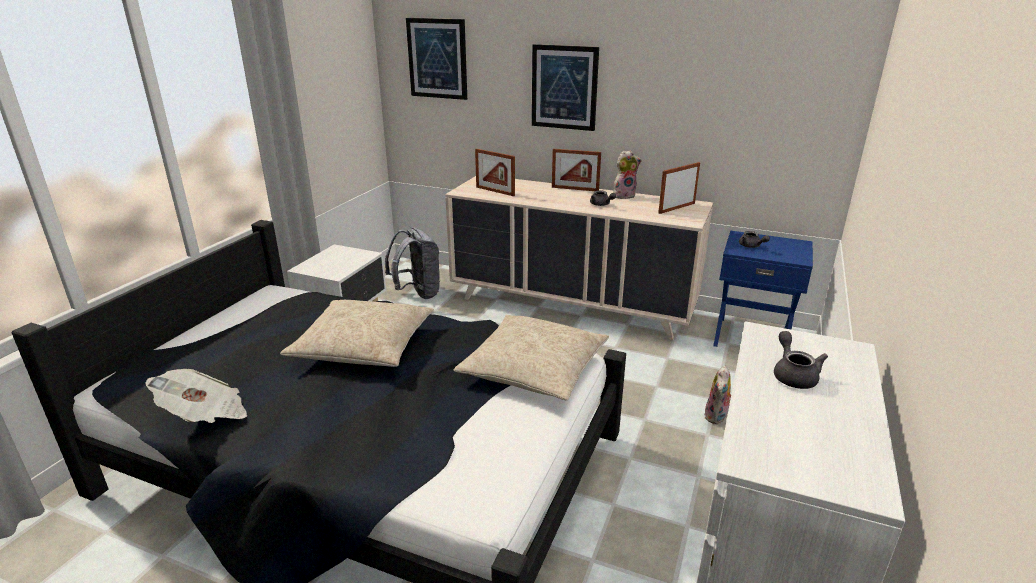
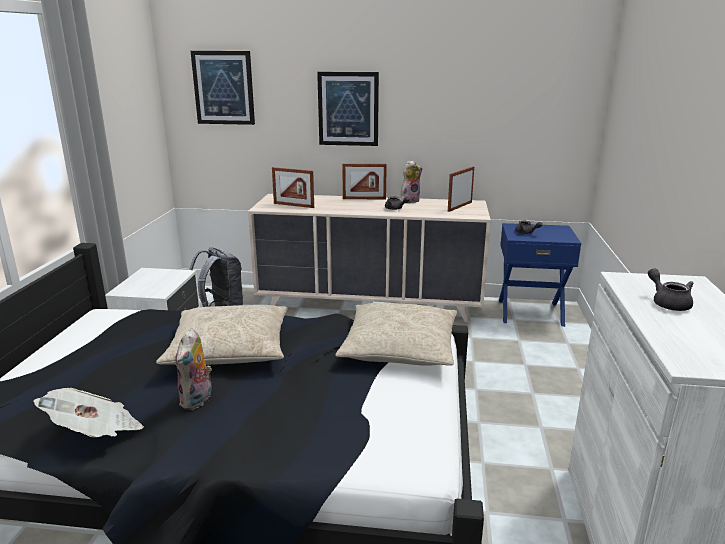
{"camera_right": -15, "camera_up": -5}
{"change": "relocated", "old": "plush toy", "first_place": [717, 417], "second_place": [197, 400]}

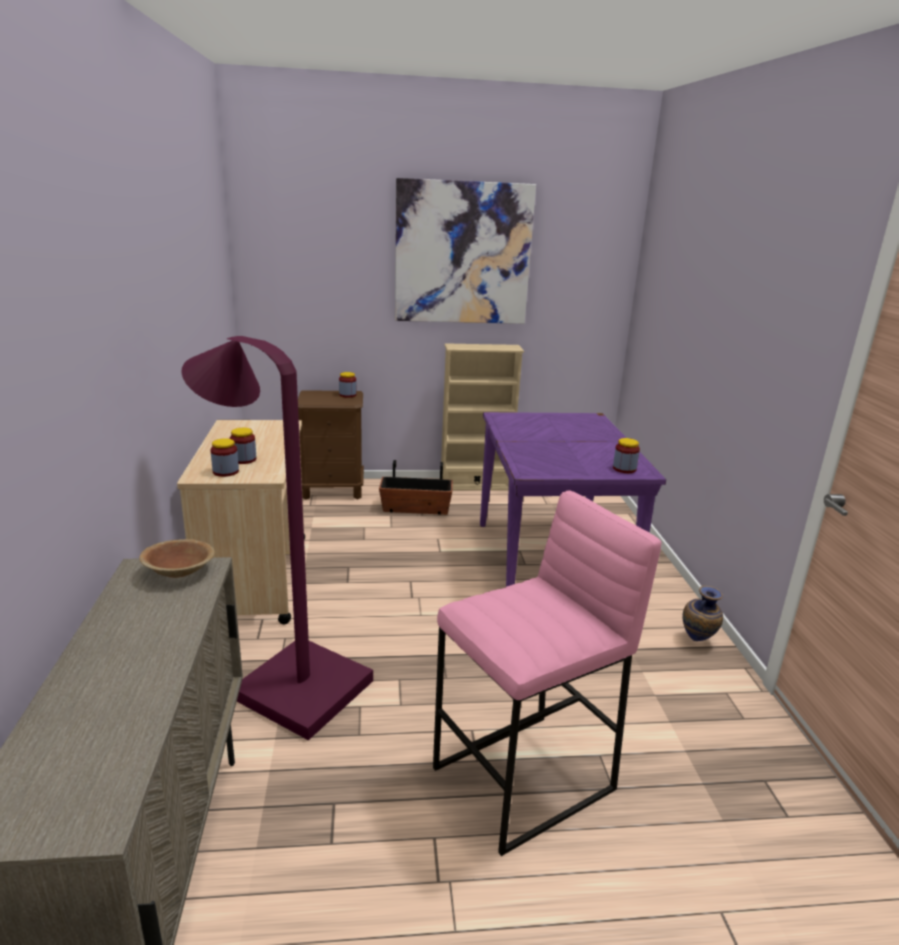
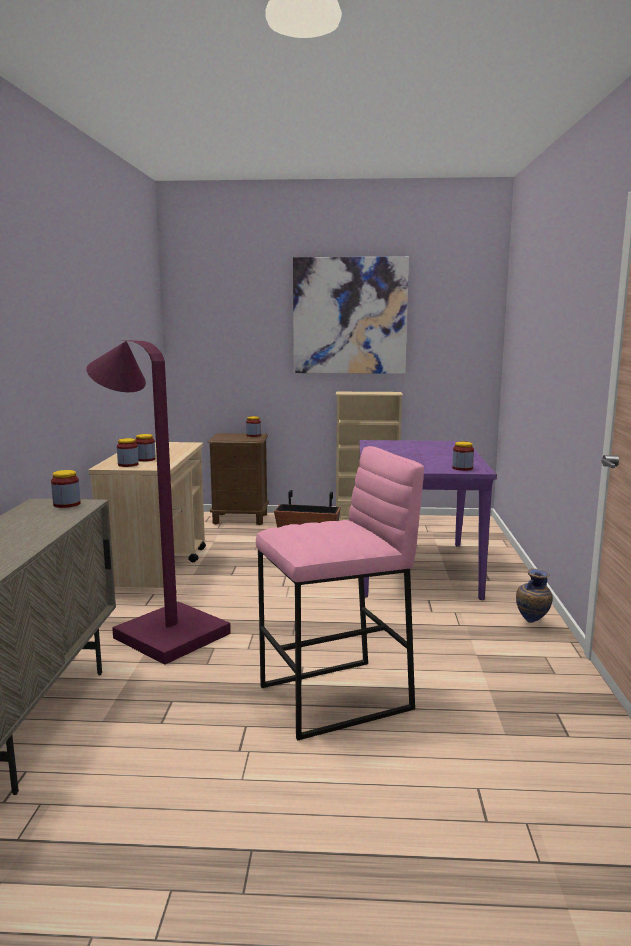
{"camera_right": 10, "camera_up": -10}
{"change": "exchanged", "old": "brown bowl", "new": "jar", "first_place": [180, 572], "second_place": [66, 504]}

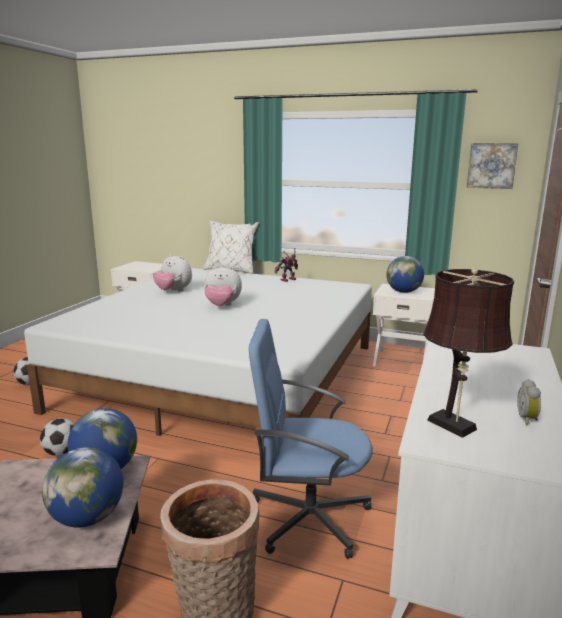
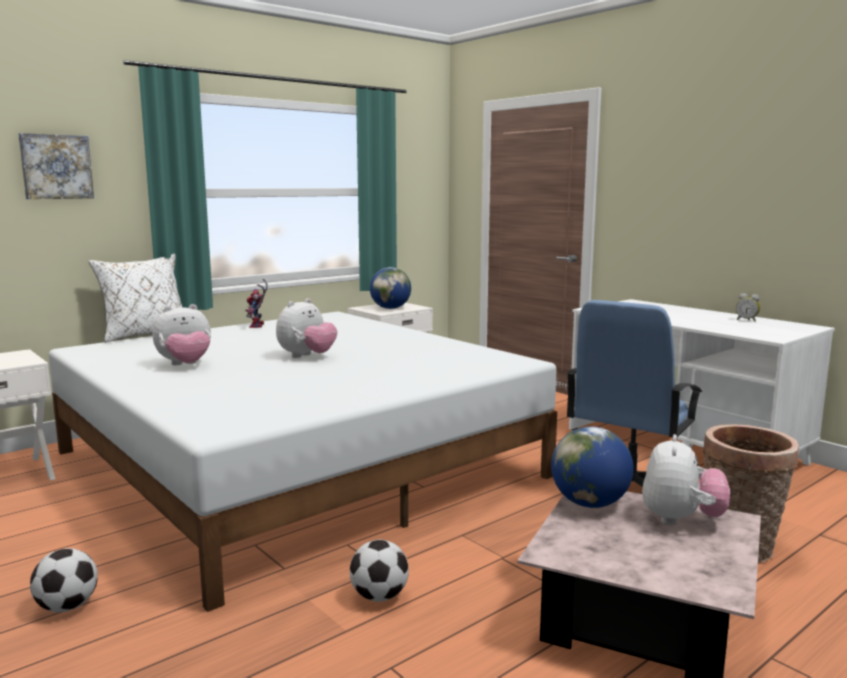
{"camera_right": -60, "camera_up": -5}
{"change": "relocated", "old": "picture", "first_place": [491, 165], "second_place": [56, 167]}
{"change": "missing", "old": "brown table lamp", "first_place": [455, 427]}
{"change": "exchanged", "old": "globe", "new": "plush toy", "first_place": [87, 517], "second_place": [681, 520]}

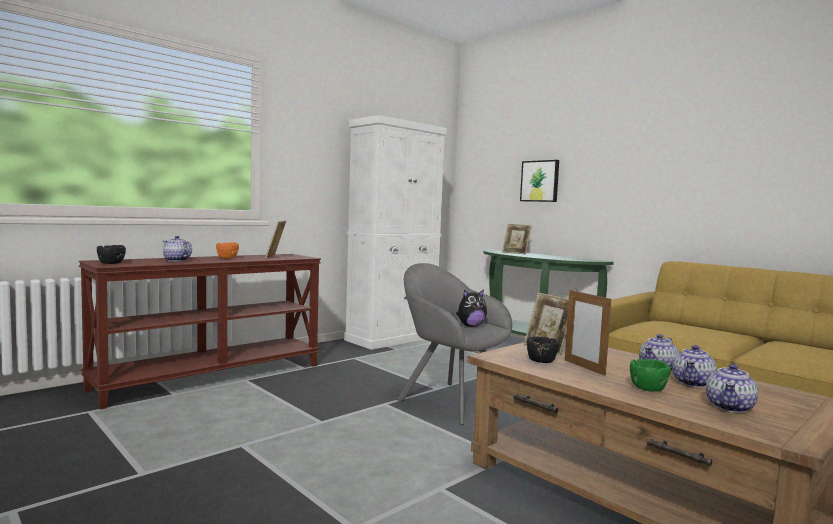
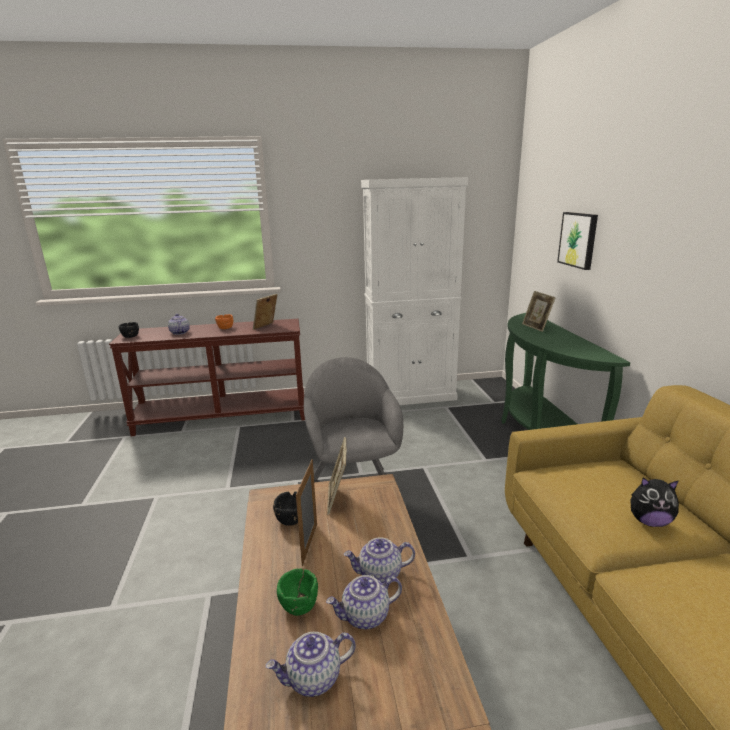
{"camera_right": 35, "camera_up": 15}
{"change": "relocated", "old": "plush toy", "first_place": [470, 326], "second_place": [649, 521]}

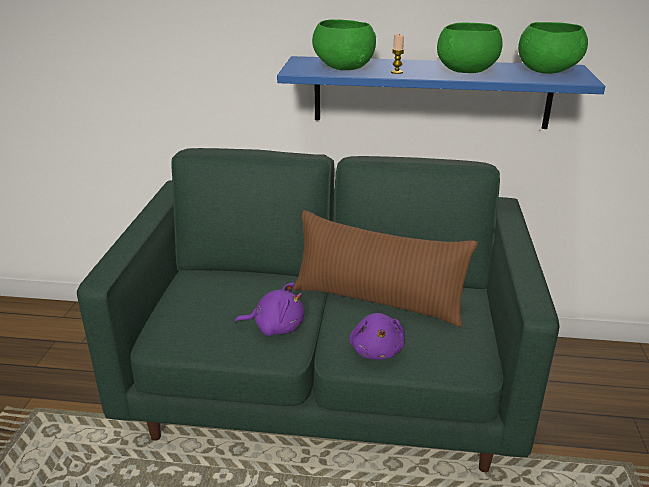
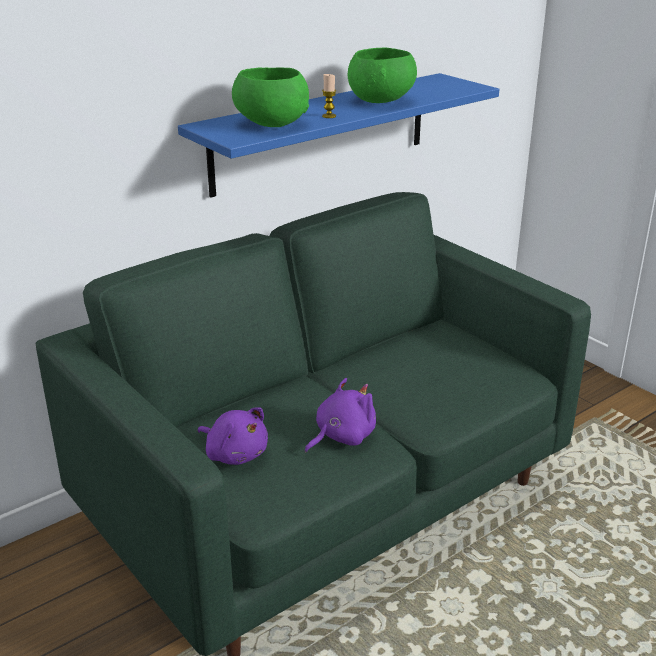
{"camera_right": -45, "camera_up": 0}
{"change": "missing", "old": "green bowl", "first_place": [548, 71]}
{"change": "missing", "old": "brown pillow", "first_place": [377, 301]}
{"change": "relocated", "old": "purple plush toy", "first_place": [376, 350], "second_place": [235, 453]}

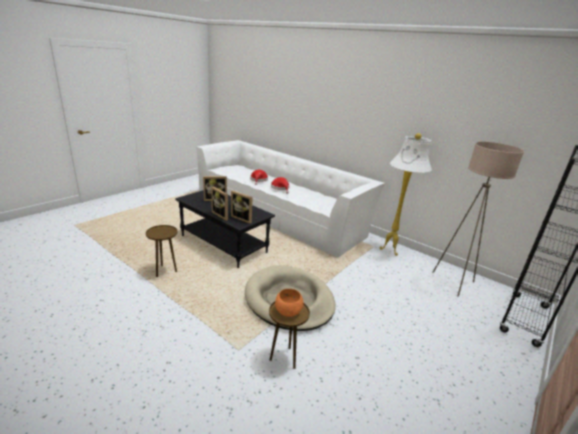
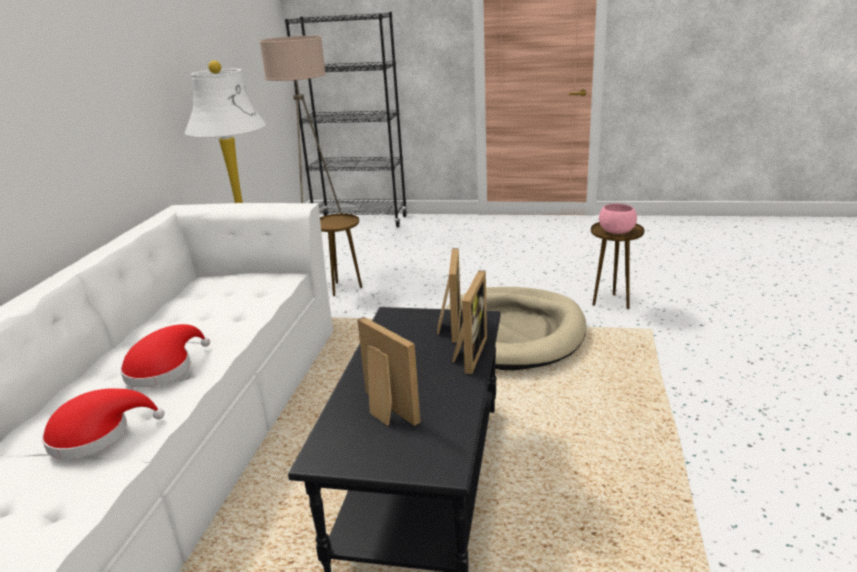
{"camera_right": -115, "camera_up": 0}
{"change": "relocated", "old": "brown side table", "first_place": [165, 271], "second_place": [344, 288]}
{"change": "colour", "old": "orange bowl", "new": "pink bowl", "first_place": [287, 311], "second_place": [617, 232]}

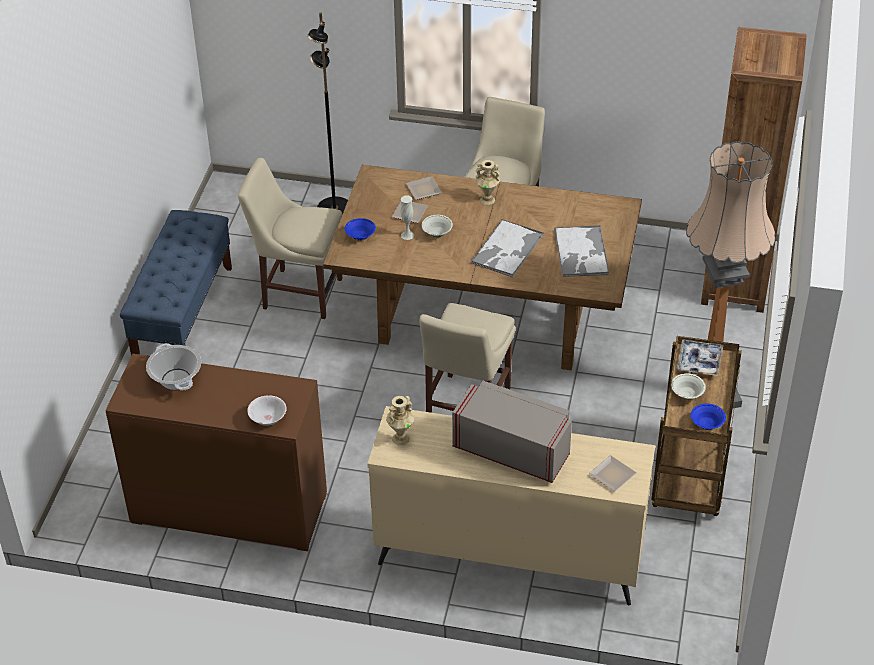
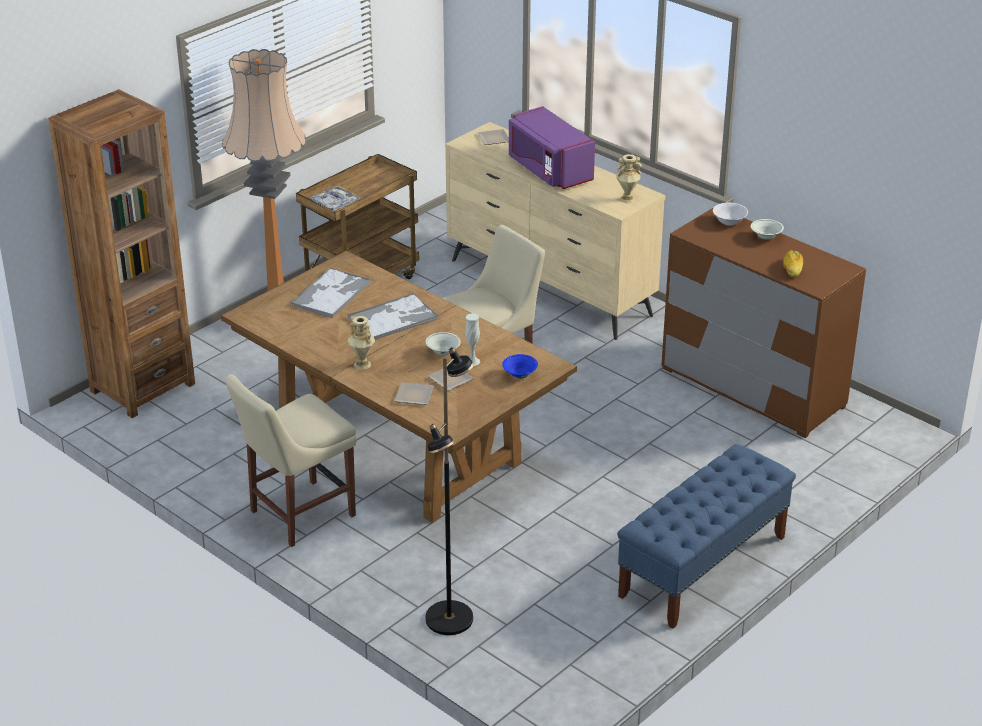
{"camera_right": -150, "camera_up": -10}
{"change": "missing", "old": "beige chair", "first_place": [298, 292]}
{"change": "exchanged", "old": "cooking pot", "new": "bread", "first_place": [176, 379], "second_place": [792, 269]}
{"change": "relocated", "old": "white bowl", "first_place": [687, 394], "second_place": [766, 238]}
{"change": "colour", "old": "grey microwave", "new": "purple microwave", "first_place": [513, 449], "second_place": [549, 170]}
{"change": "missing", "old": "blue bowl", "first_place": [707, 425]}

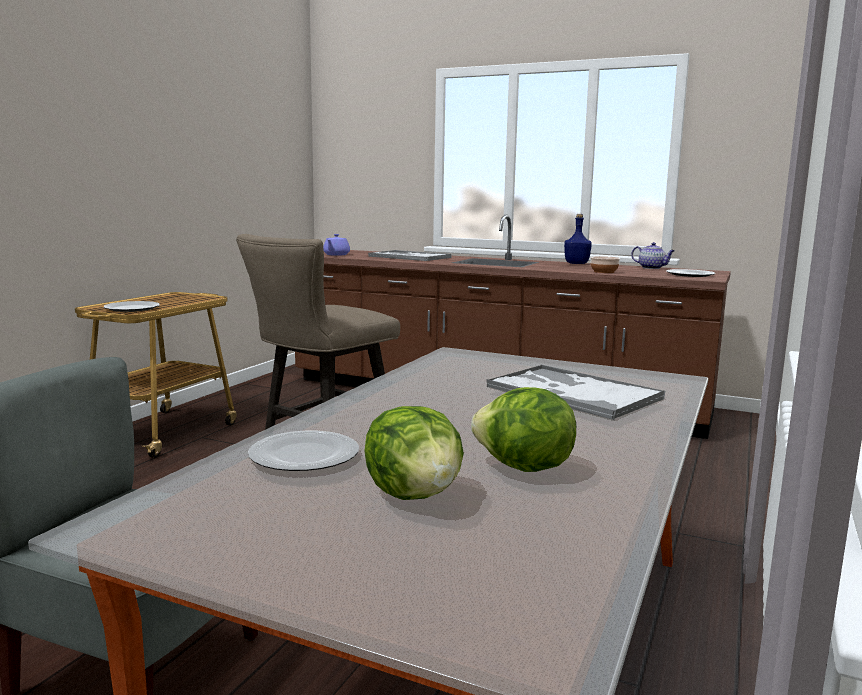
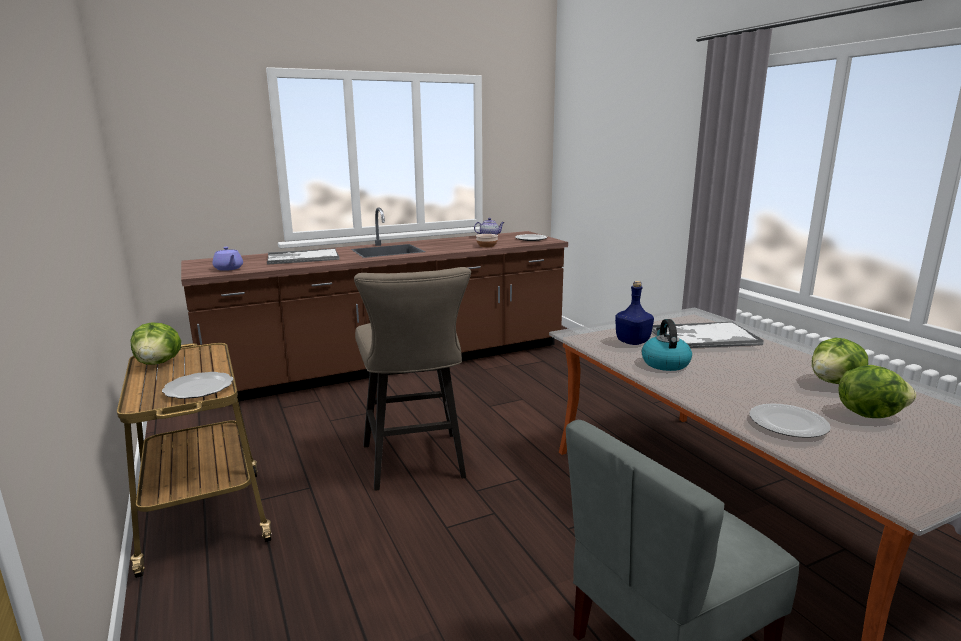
{"camera_right": -50, "camera_up": 5}
{"change": "relocated", "old": "blue bottle", "first_place": [576, 263], "second_place": [632, 342]}
{"change": "appeared", "new": "kettle", "second_place": [664, 363]}
{"change": "appeared", "new": "lettuce", "second_place": [159, 363]}

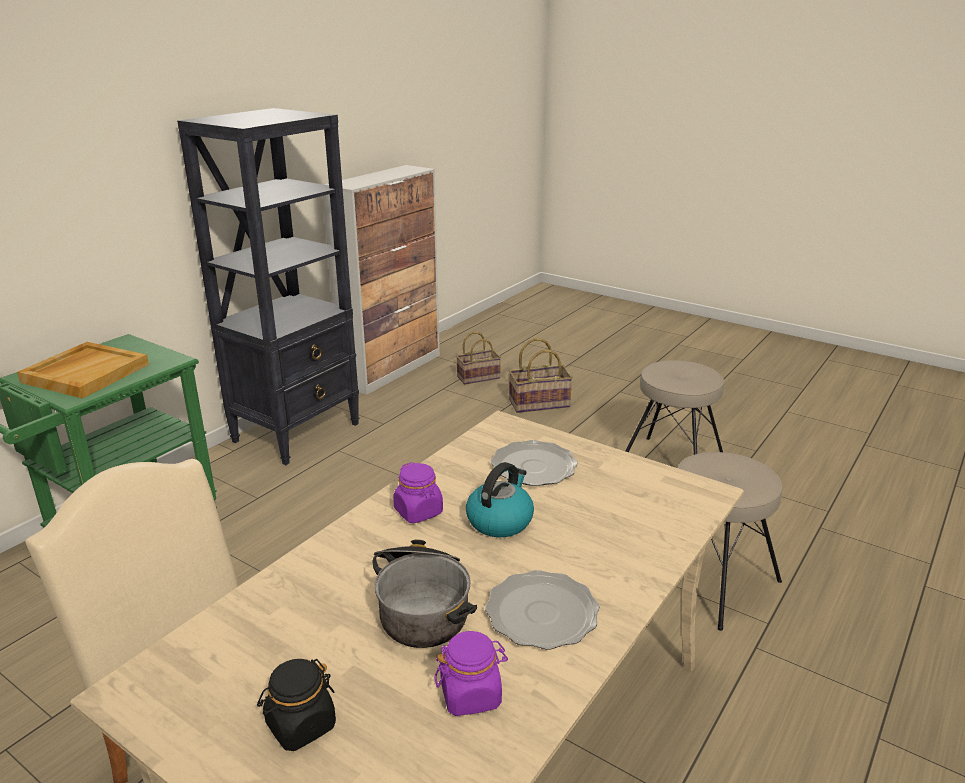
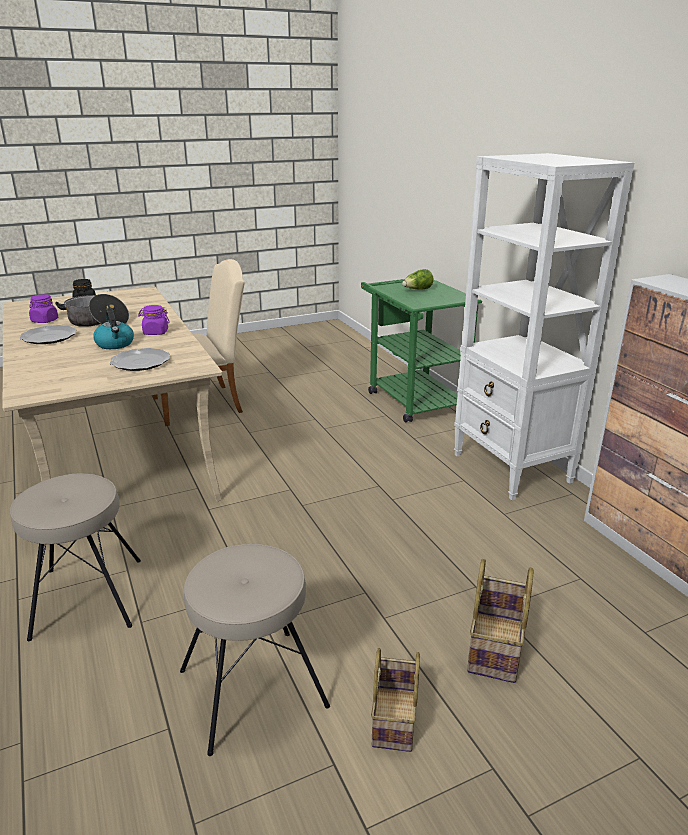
{"camera_right": 120, "camera_up": 0}
{"change": "colour", "old": "black bookcase", "new": "white bookcase", "first_place": [297, 432], "second_place": [512, 468]}
{"change": "relocated", "old": "basket", "first_place": [479, 377], "second_place": [395, 720]}
{"change": "exchanged", "old": "beige tray", "new": "lettuce", "first_place": [86, 373], "second_place": [417, 290]}

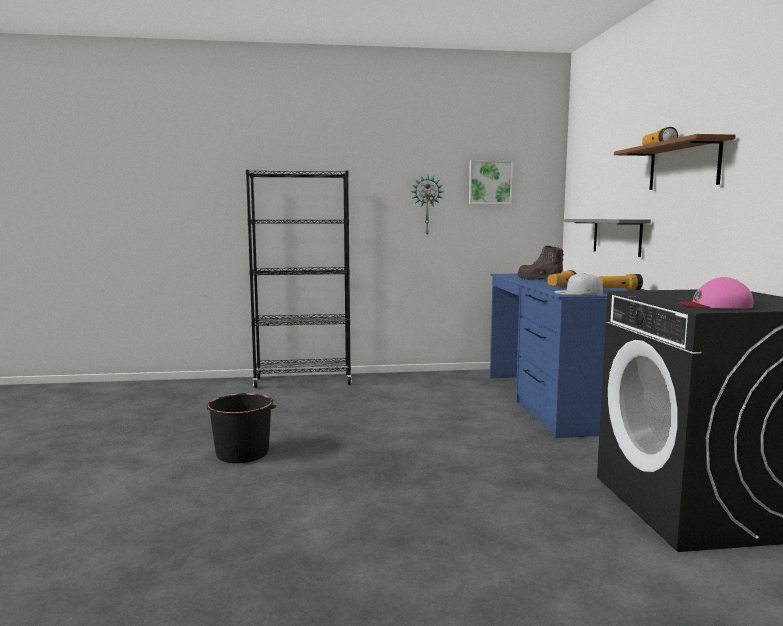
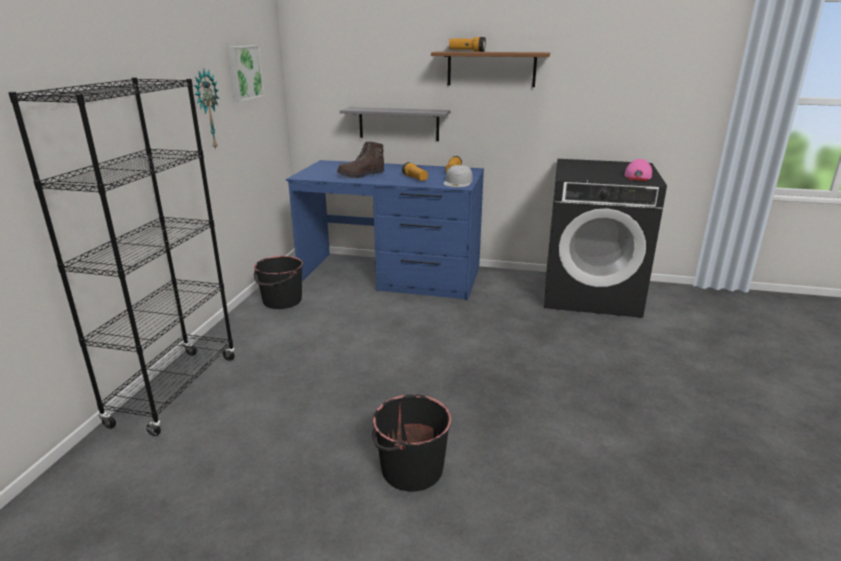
{"camera_right": -70, "camera_up": 15}
{"change": "appeared", "new": "black bucket", "second_place": [282, 301]}

